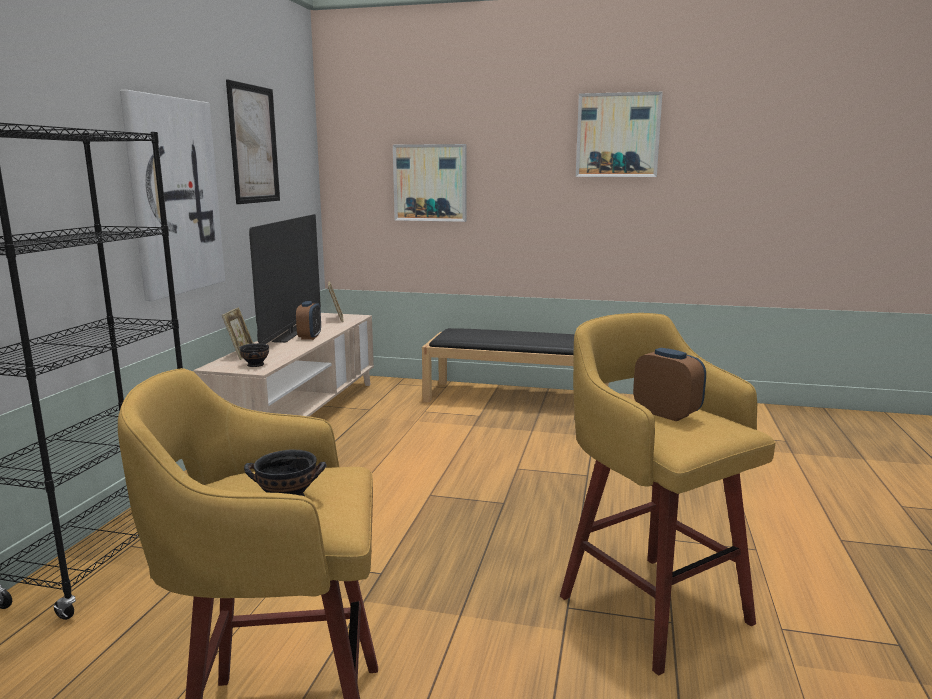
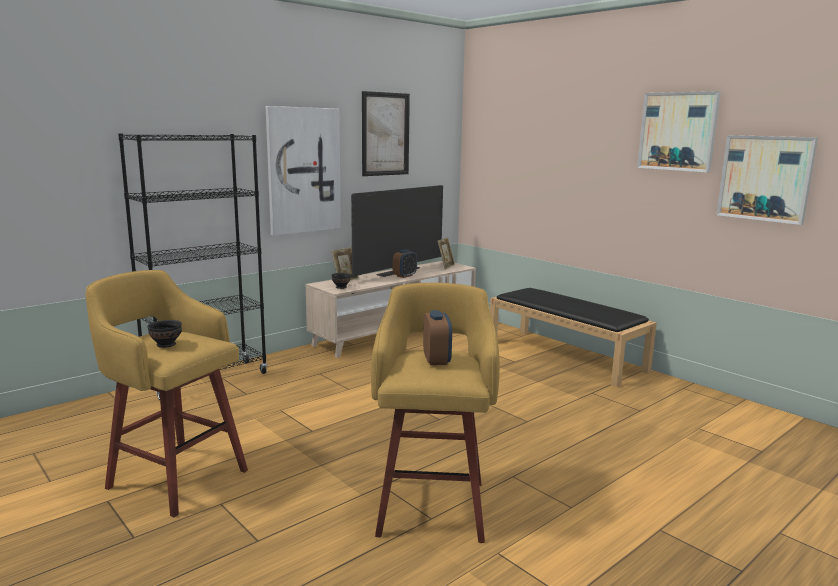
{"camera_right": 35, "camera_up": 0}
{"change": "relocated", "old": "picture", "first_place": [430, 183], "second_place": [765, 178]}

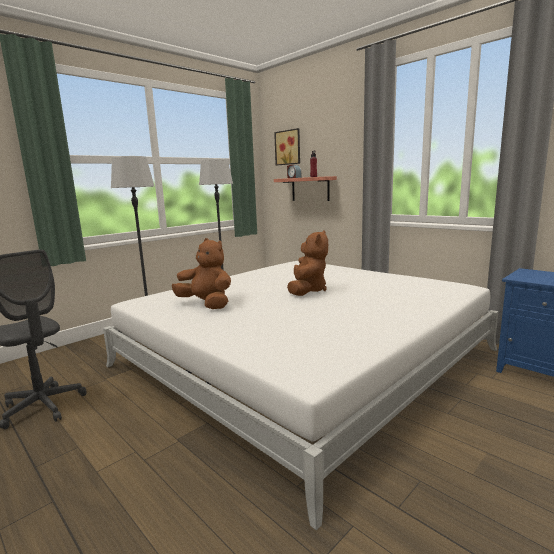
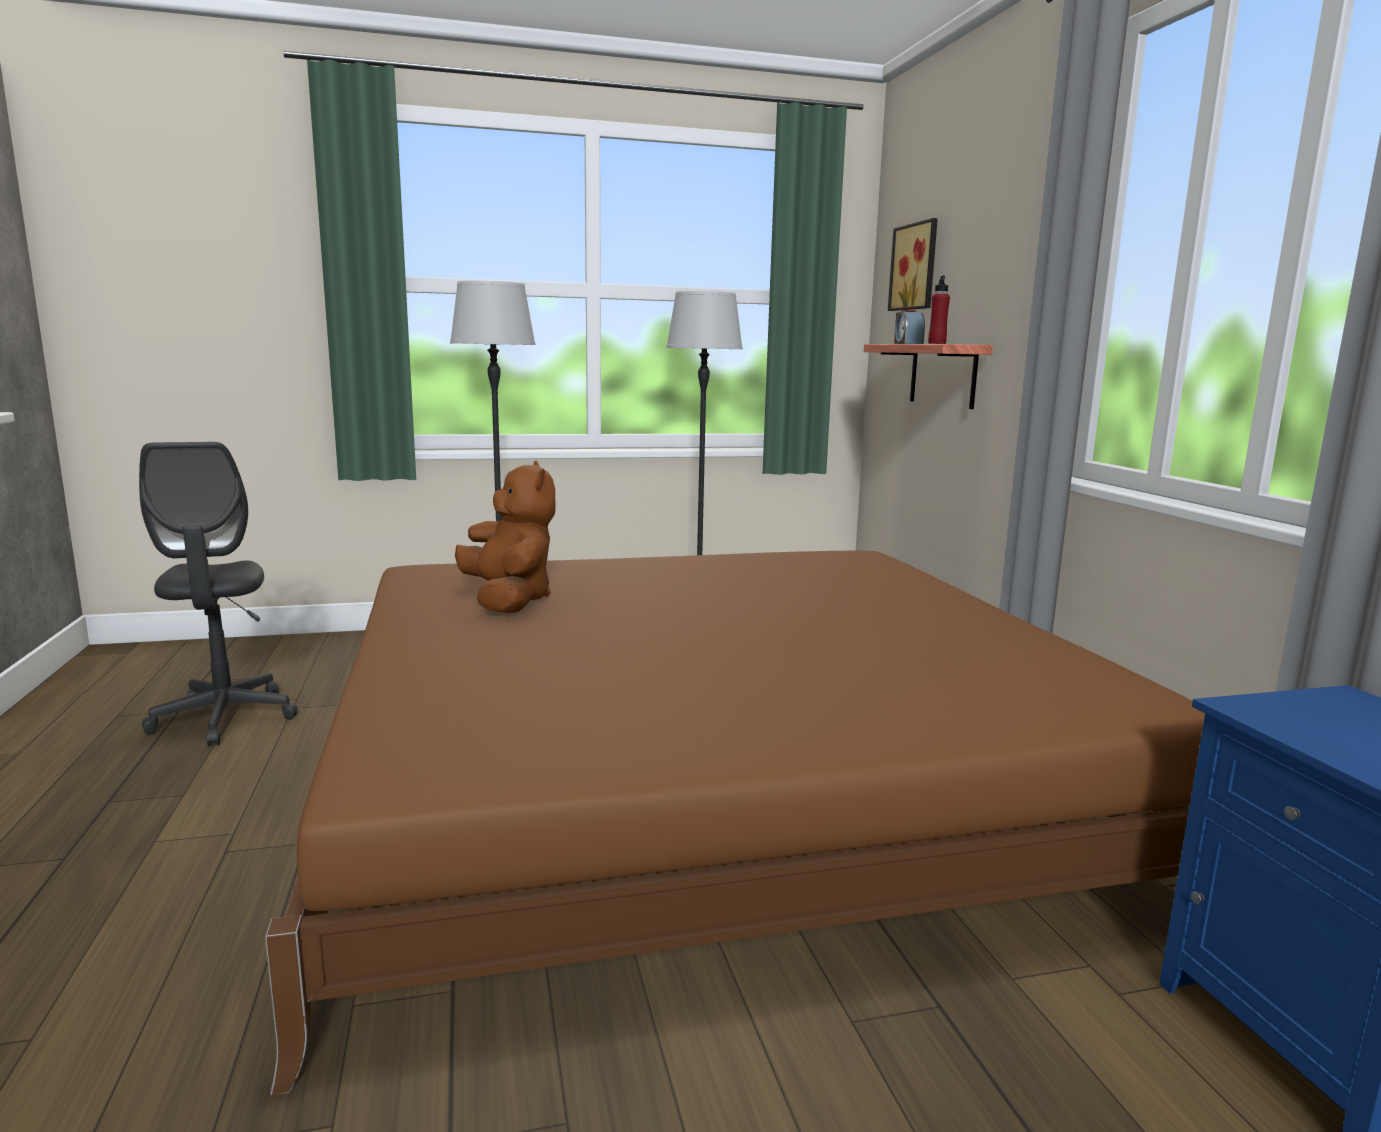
{"camera_right": 30, "camera_up": 0}
{"change": "missing", "old": "brown plush toy", "first_place": [307, 290]}
{"change": "colour", "old": "white bed", "new": "brown bed", "first_place": [302, 358], "second_place": [705, 774]}

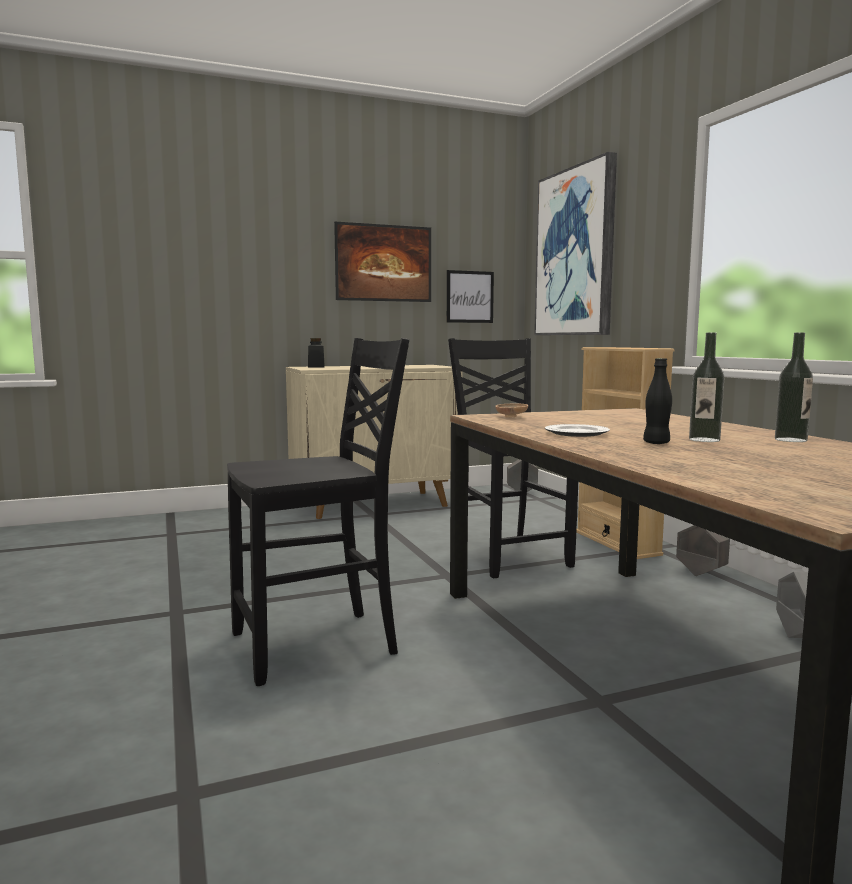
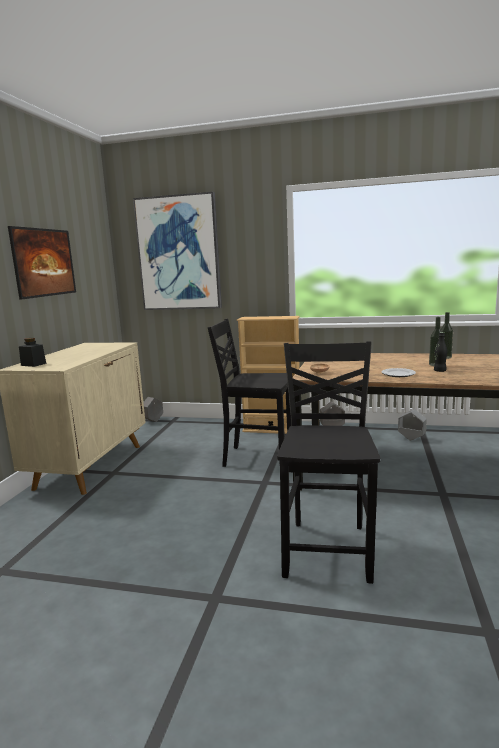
{"camera_right": -55, "camera_up": 5}
{"change": "missing", "old": "picture", "first_place": [469, 297]}

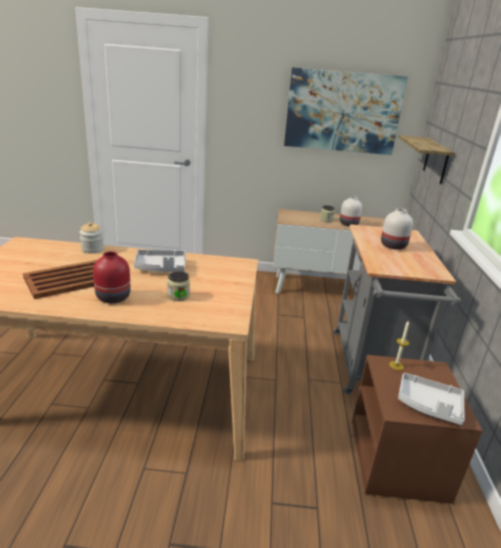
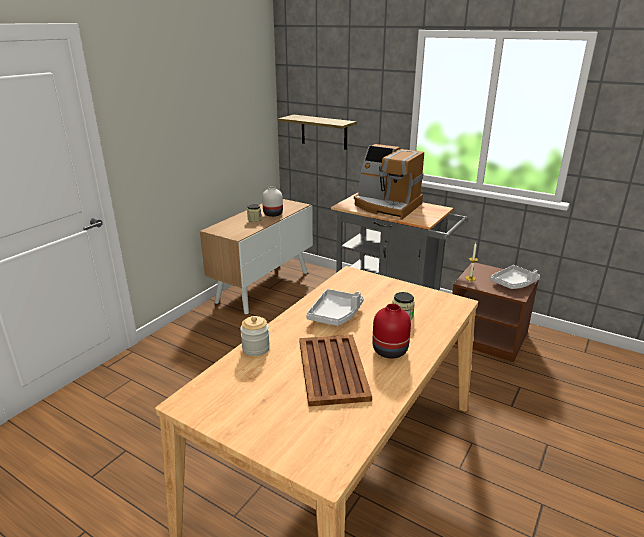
{"camera_right": -60, "camera_up": 0}
{"change": "missing", "old": "picture", "first_place": [342, 112]}
{"change": "exchanged", "old": "white vase", "new": "coffee machine", "first_place": [394, 246], "second_place": [387, 206]}

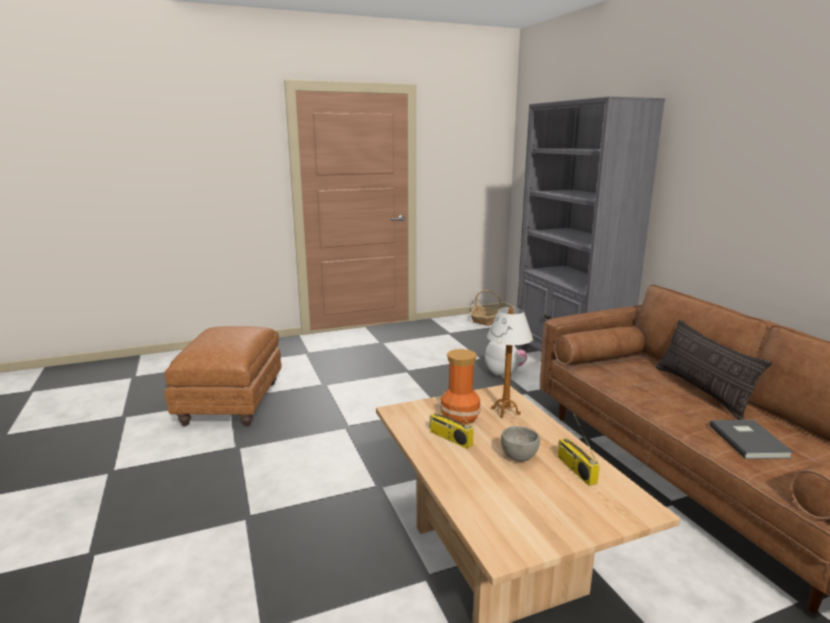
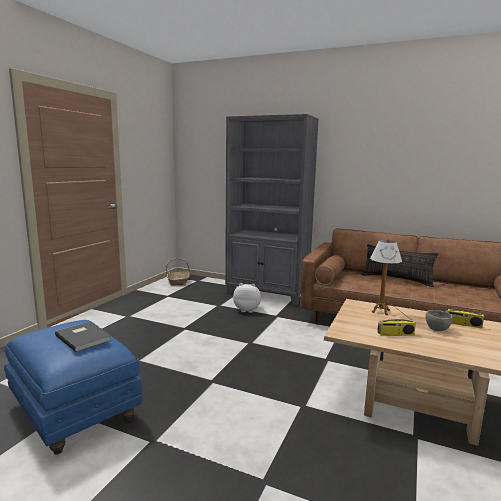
{"camera_right": -45, "camera_up": -5}
{"change": "colour", "old": "brown ottoman", "new": "blue ottoman", "first_place": [231, 403], "second_place": [73, 411]}
{"change": "missing", "old": "vase", "first_place": [459, 417]}
{"change": "relocated", "old": "grey book", "first_place": [749, 440], "second_place": [84, 337]}

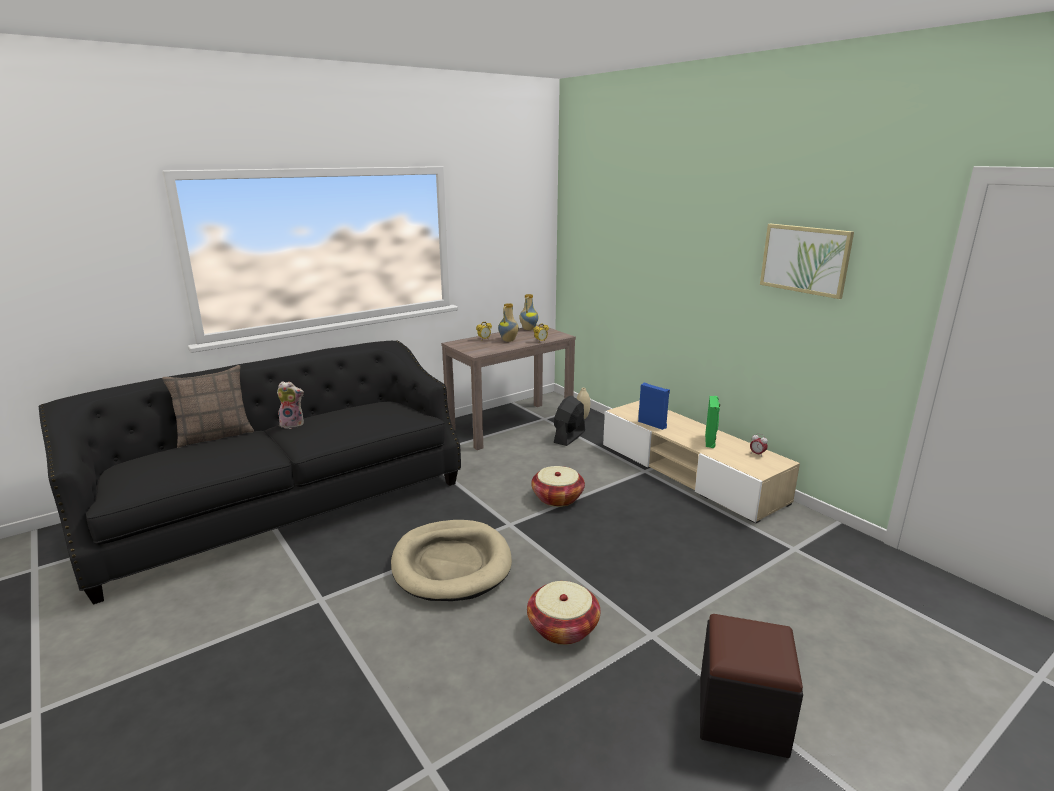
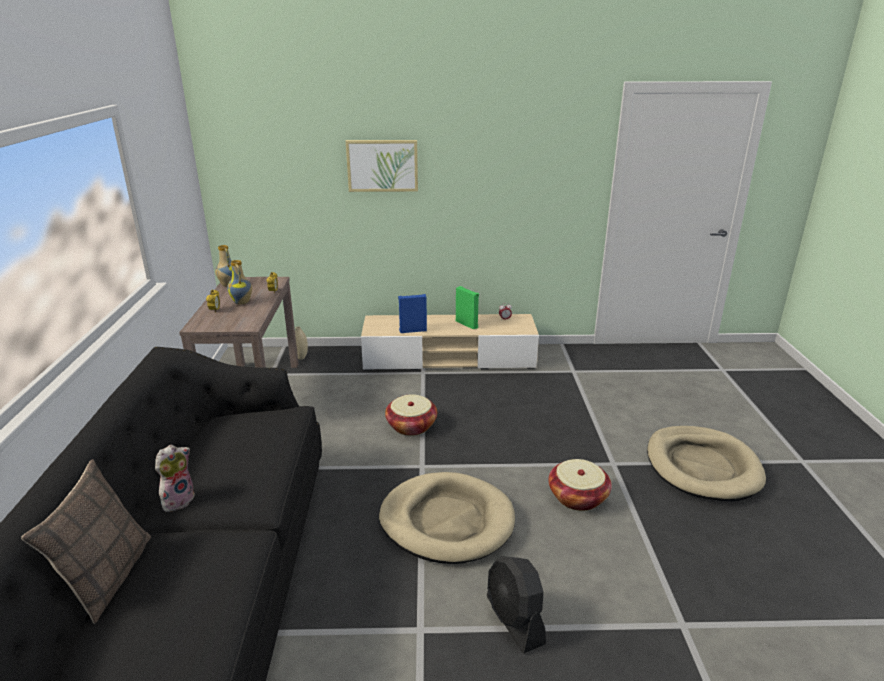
{"camera_right": -55, "camera_up": 5}
{"change": "relocated", "old": "picture", "first_place": [805, 259], "second_place": [382, 165]}
{"change": "relocated", "old": "black fan", "first_place": [569, 437], "second_place": [514, 620]}
{"change": "exchanged", "old": "black ottoman", "new": "beige dog bed", "first_place": [742, 715], "second_place": [702, 466]}

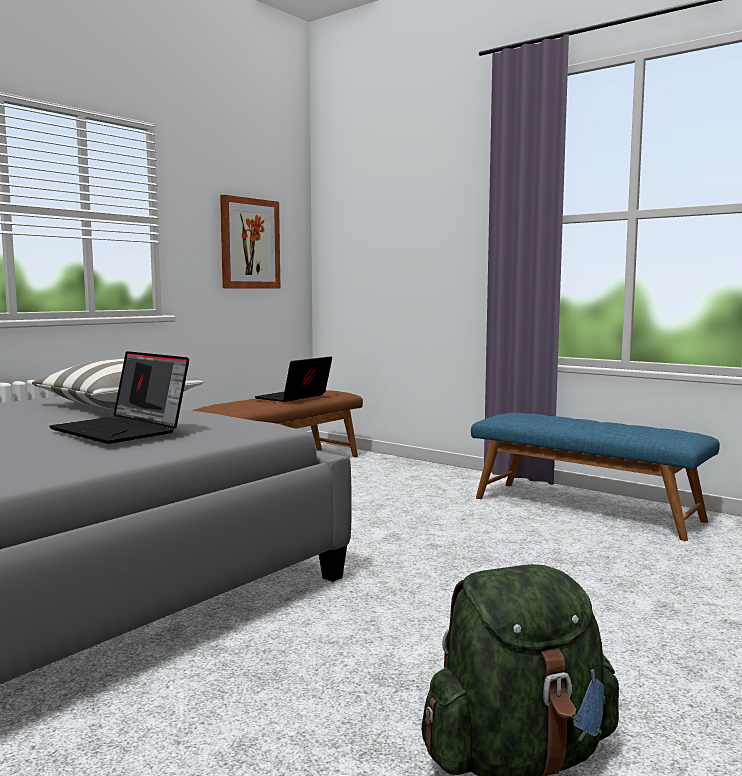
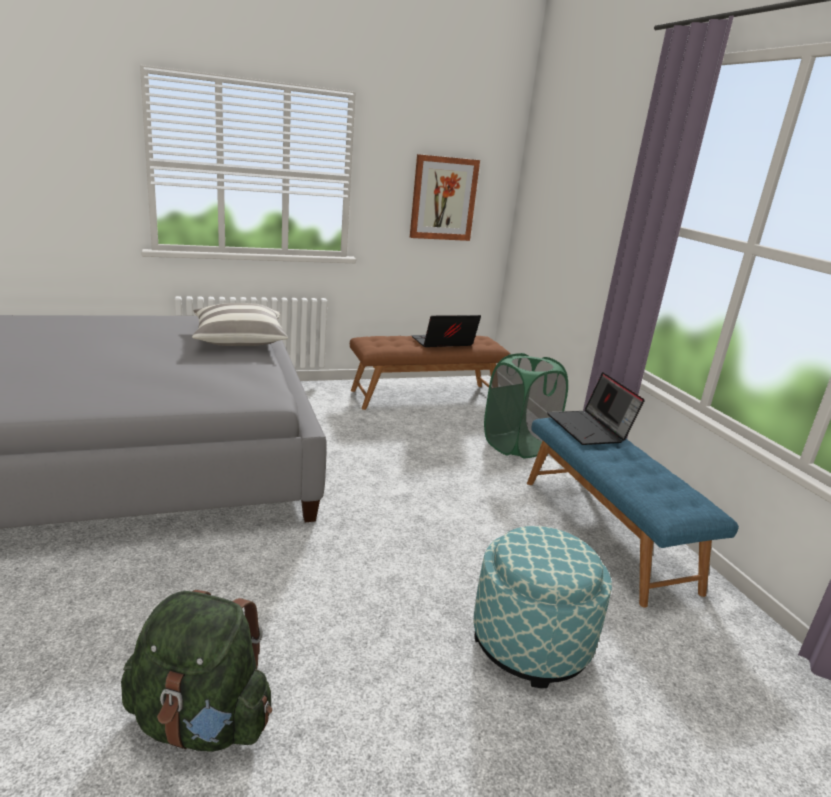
{"camera_right": 30, "camera_up": 15}
{"change": "relocated", "old": "laptop", "first_place": [122, 430], "second_place": [590, 429]}
{"change": "appeared", "new": "green laundry basket", "second_place": [518, 445]}
{"change": "appeared", "new": "ottoman", "second_place": [531, 642]}

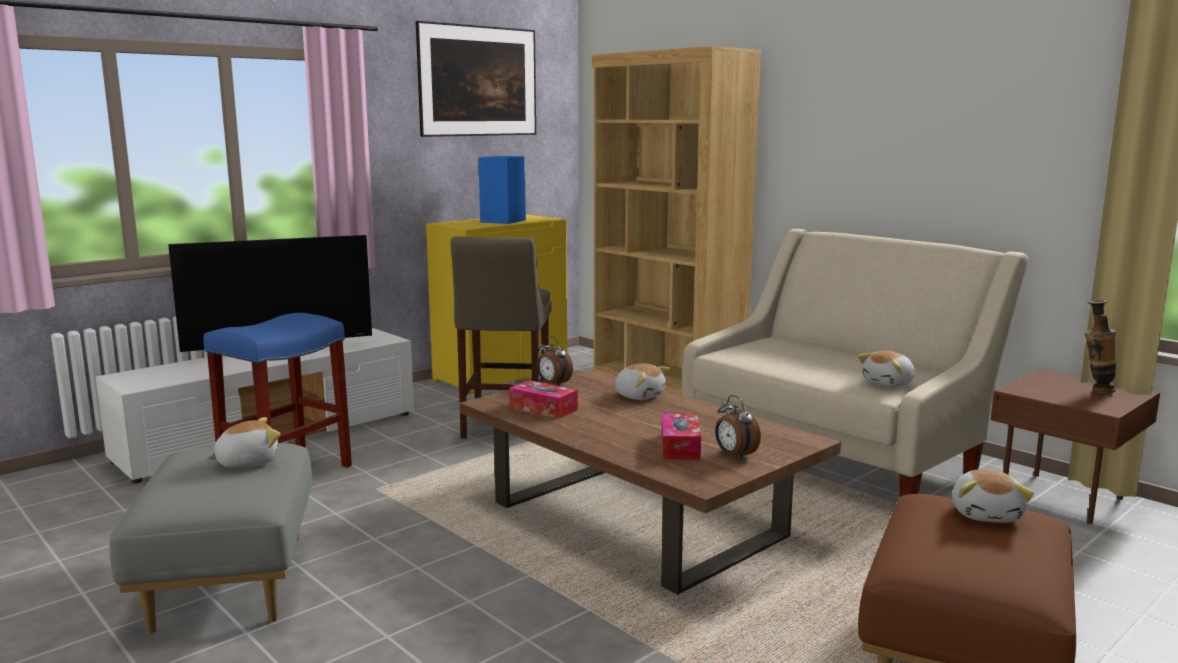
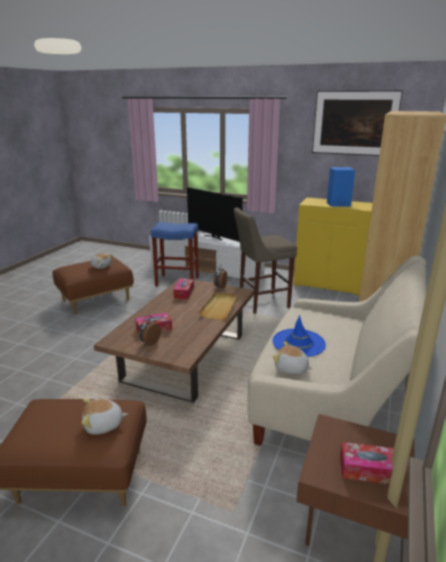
{"camera_right": 65, "camera_up": 10}
{"change": "exchanged", "old": "vase", "new": "tissue box", "first_place": [1095, 391], "second_place": [368, 470]}
{"change": "exchanged", "old": "plush toy", "new": "beige tray", "first_place": [639, 396], "second_place": [220, 307]}
{"change": "colour", "old": "grey ottoman", "new": "brown ottoman", "first_place": [228, 581], "second_place": [96, 300]}
{"change": "appeared", "new": "blue hat", "second_place": [298, 343]}

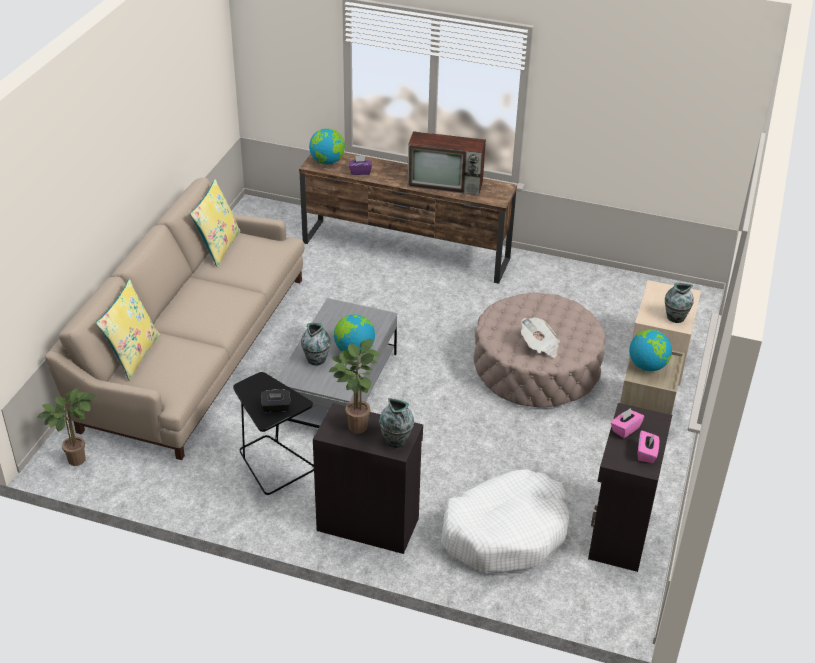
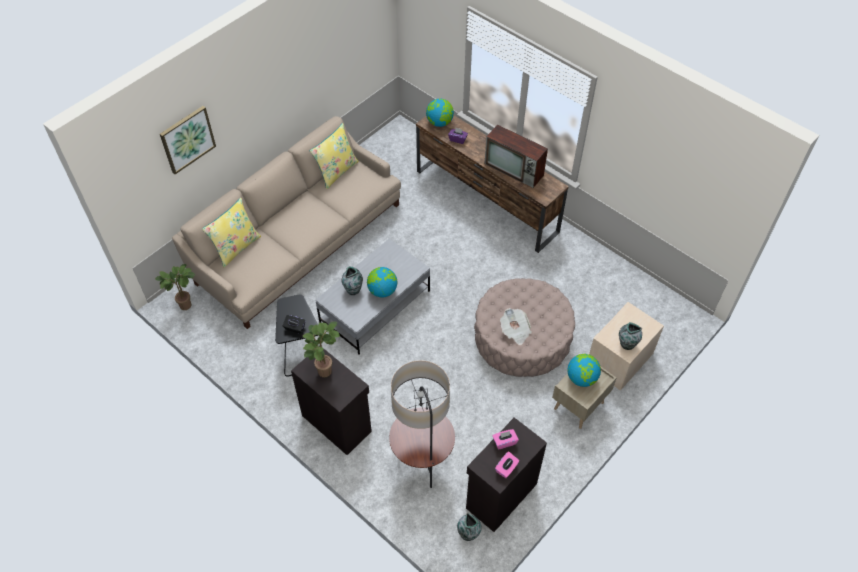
{"camera_right": 25, "camera_up": 15}
{"change": "relocated", "old": "vase", "first_place": [396, 441], "second_place": [468, 534]}
{"change": "exchanged", "old": "white dog bed", "new": "floor lamp", "first_place": [505, 532], "second_place": [422, 465]}
{"change": "appeared", "new": "picture", "second_place": [187, 139]}

